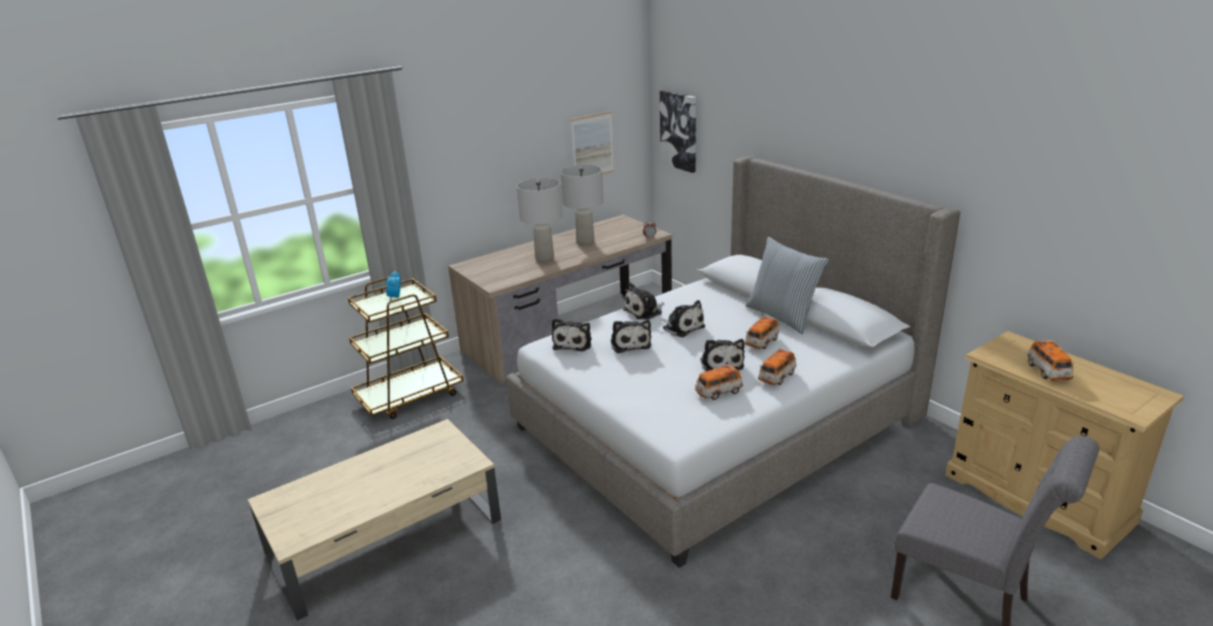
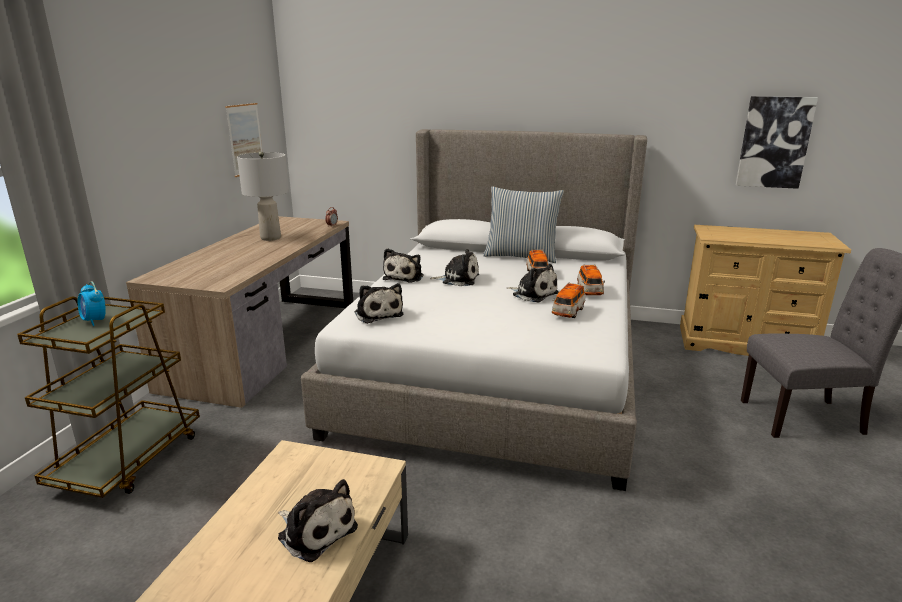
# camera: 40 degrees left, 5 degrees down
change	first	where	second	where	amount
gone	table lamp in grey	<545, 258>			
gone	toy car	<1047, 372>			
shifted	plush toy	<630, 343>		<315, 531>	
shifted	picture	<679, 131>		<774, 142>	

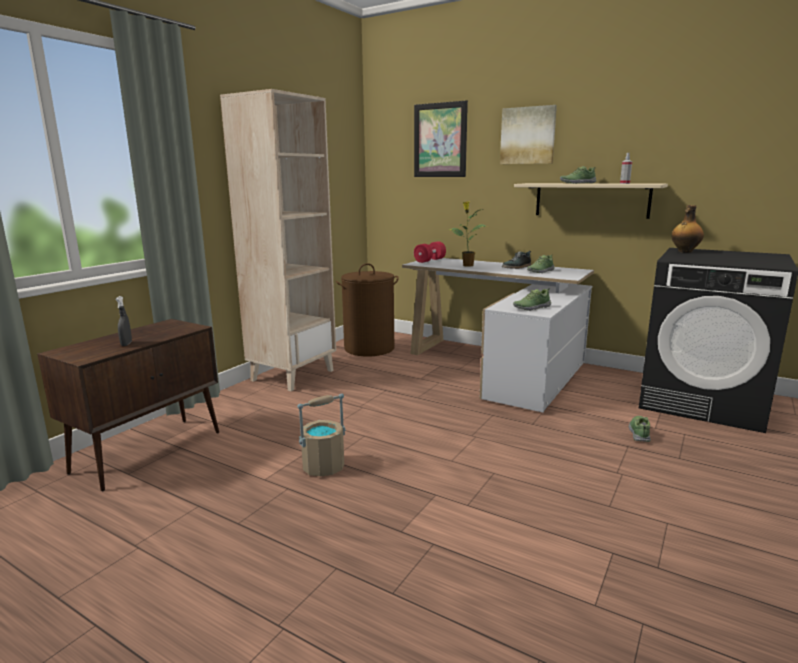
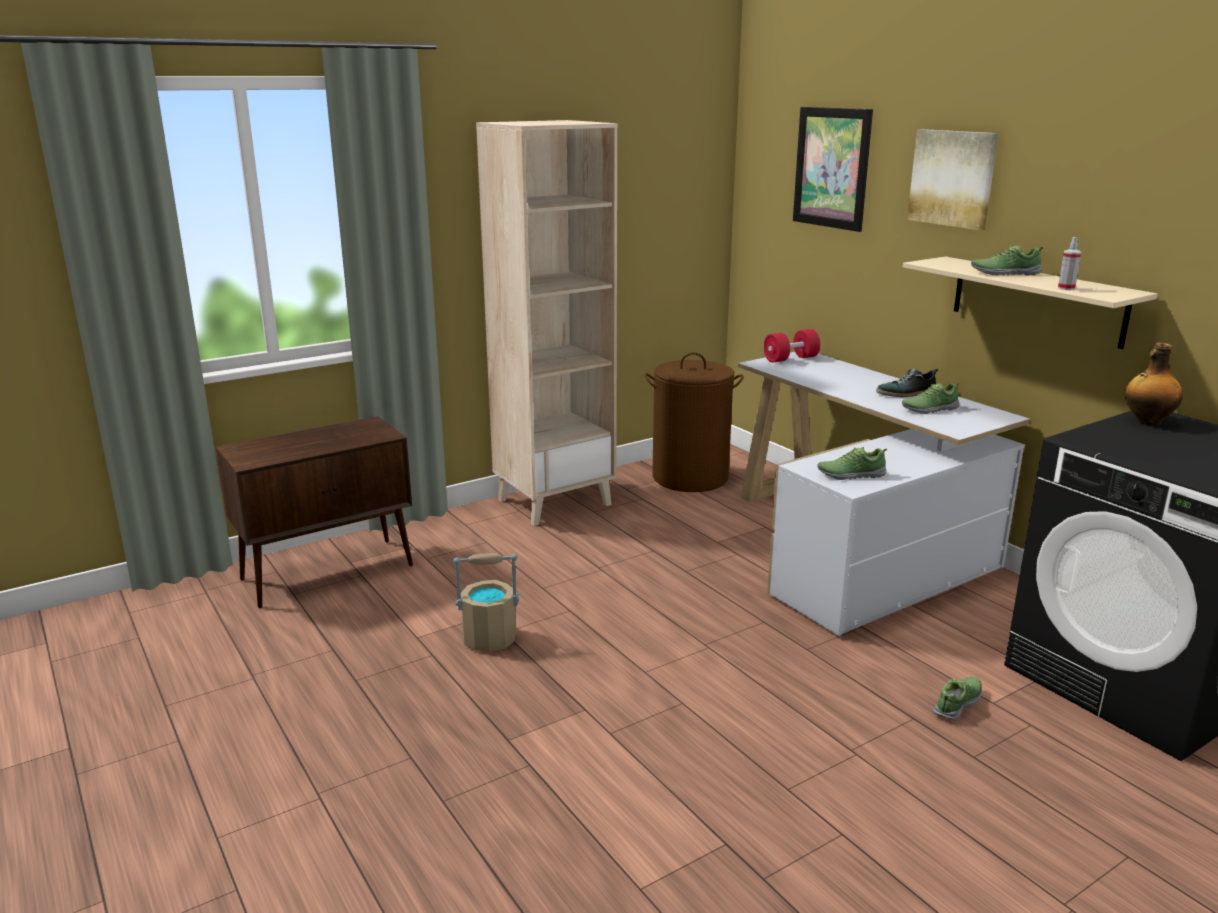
# camera: 25 degrees right, 5 degrees up
change	first	where	second	where	amount
gone	spray bottle in grey	<126, 344>			
gone	potted plant	<467, 265>			

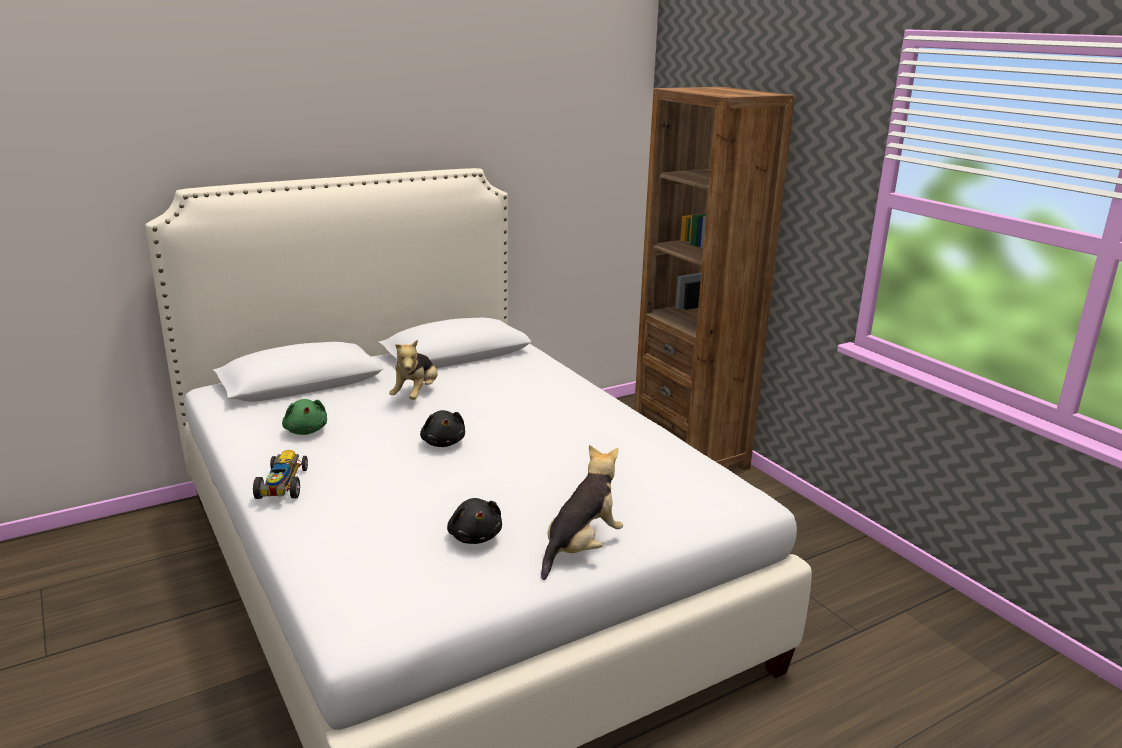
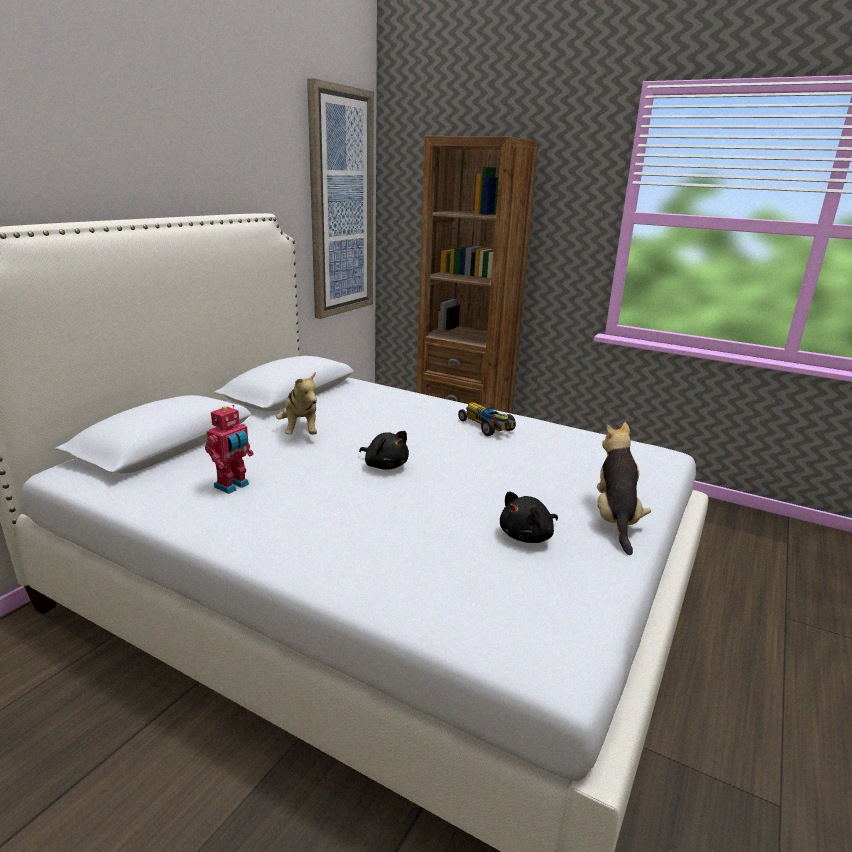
# camera: 30 degrees left, 0 degrees up
change	first	where	second	where	amount
new			picture	<341, 205>	
shifted	toy car	<282, 486>		<487, 427>	
swapped	plush toy in green	<306, 430>	toy robot	<233, 486>	
rotated	plush toy in black	<475, 536>		<528, 536>	105 degrees clockwise

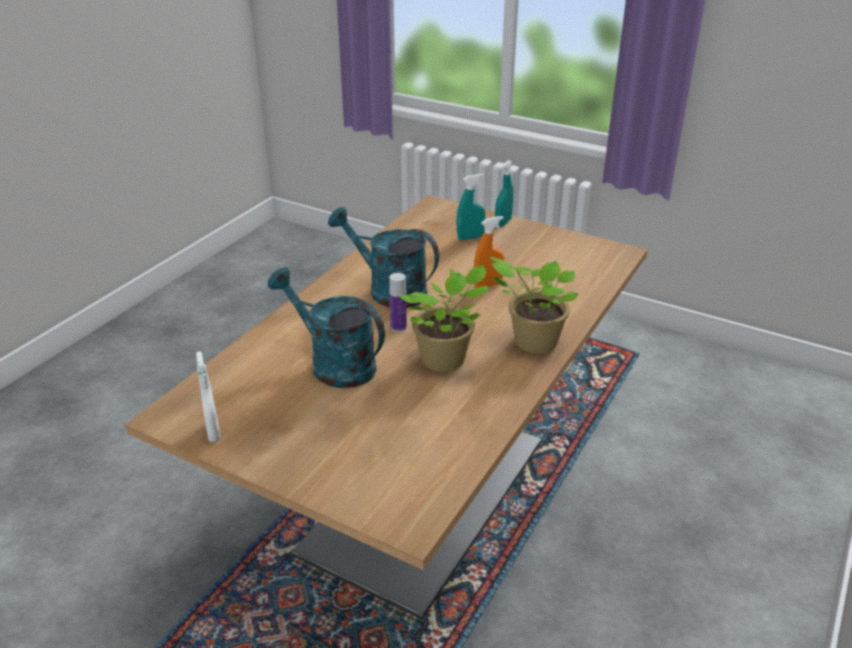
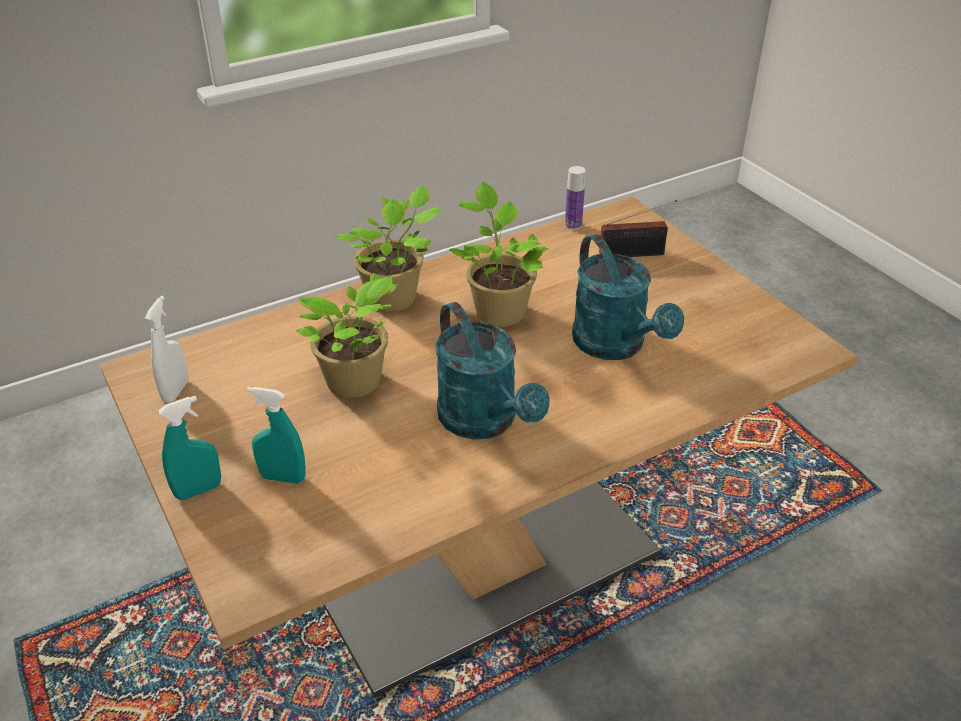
# camera: 150 degrees left, 5 degrees up
change	first	where	second	where	amount
new			radio	<635, 254>	
shifted	spray bottle in white	<213, 432>		<175, 391>	
shifted	bottle	<398, 327>		<573, 225>	
swapped	spray bottle in orange	<488, 284>	potted plant	<356, 383>	

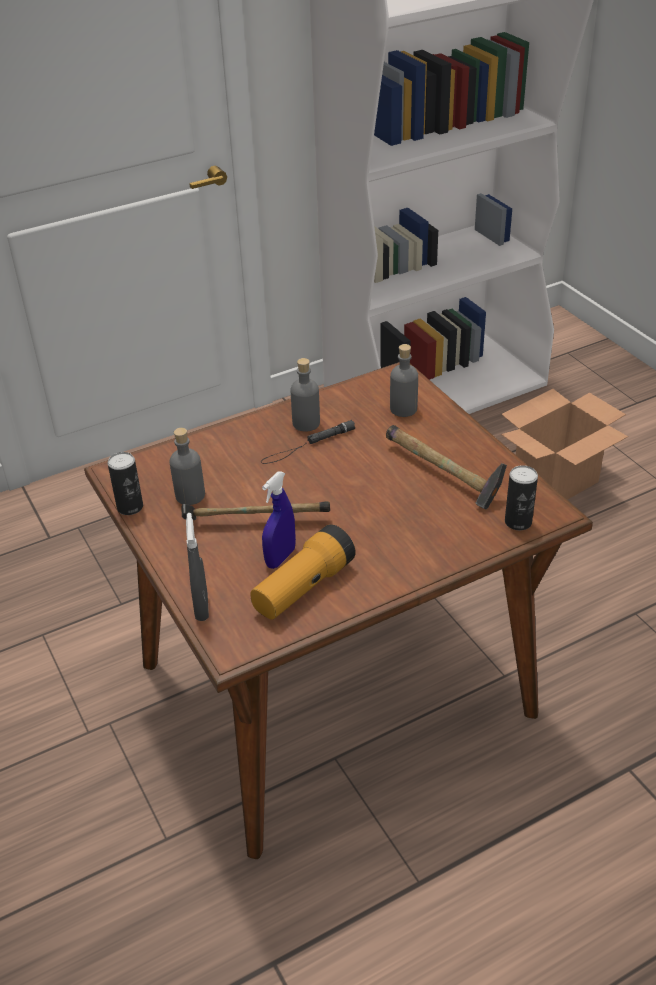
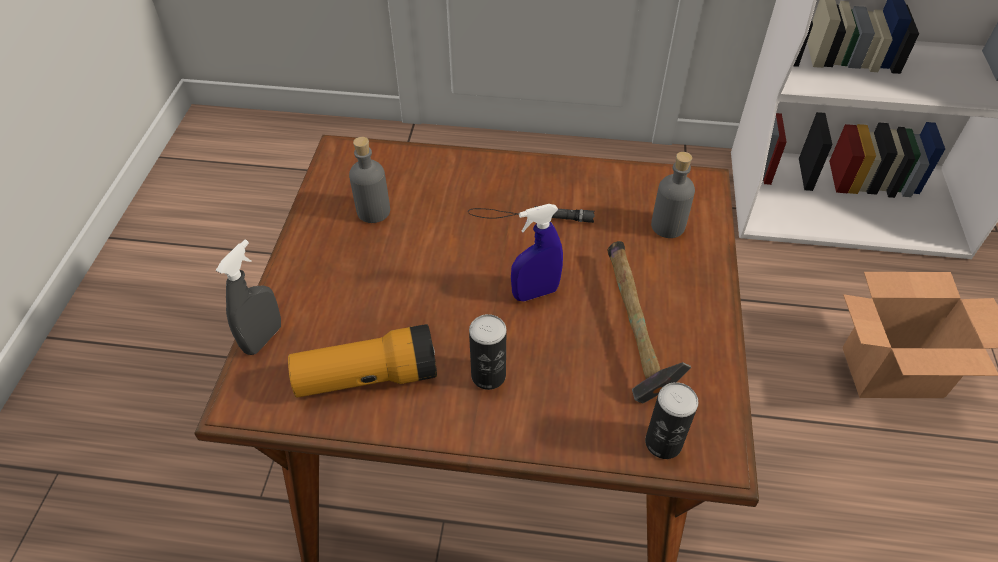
# camera: 35 degrees right, 10 degrees up
change	first	where	second	where	amount
gone	hammer	<252, 523>			
gone	bottle in grey	<306, 423>			
shifted	can	<130, 507>		<488, 375>	
shifted	spray bottle in blue	<280, 558>		<535, 293>	

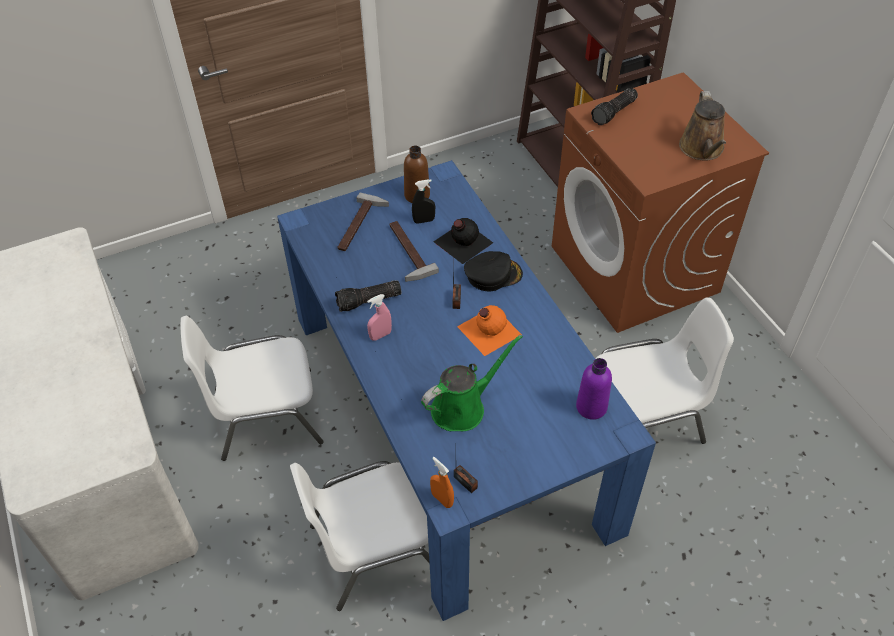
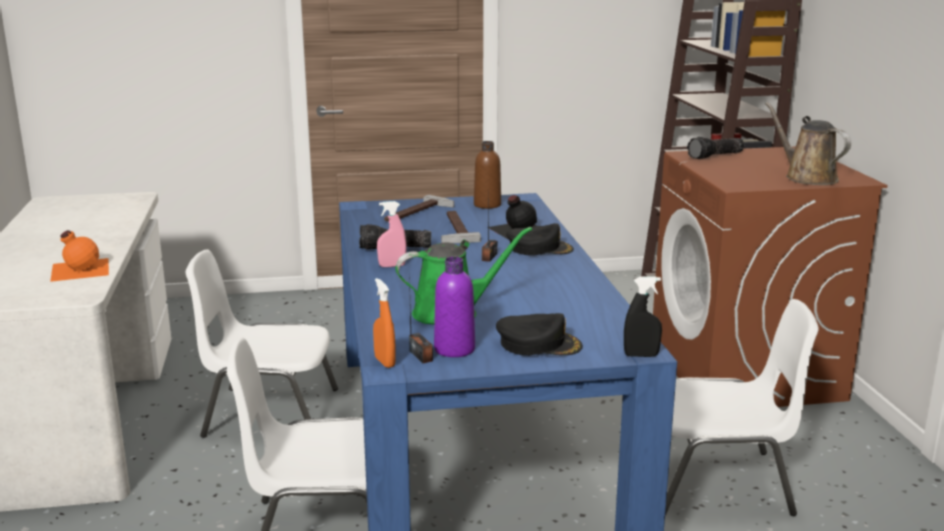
# camera: 15 degrees right, 30 degrees down
change	first	where	second	where	amount
new			cap in black	<538, 344>	
shifted	spray bottle in black	<424, 220>		<641, 355>	
shifted	bottle in orange	<488, 330>		<79, 269>	
shifted	bottle in purple	<591, 407>		<454, 349>	
rotated	watering can in brown	<702, 149>		<807, 177>	135 degrees clockwise

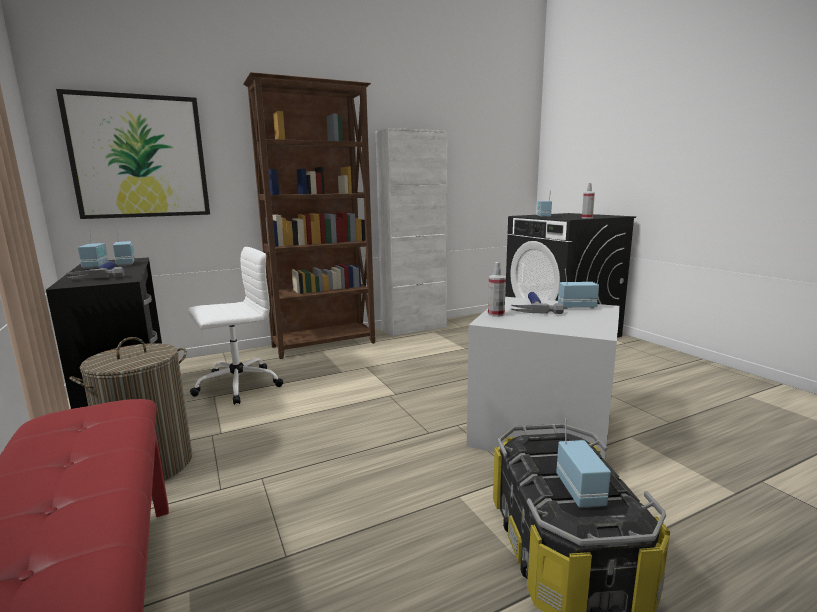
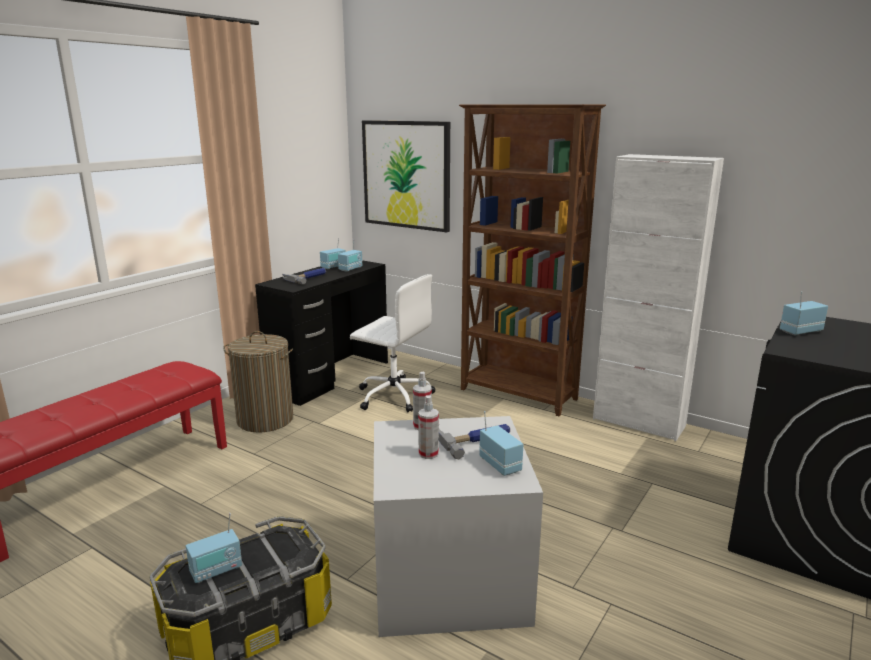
# camera: 60 degrees right, 5 degrees up
change	first	where	second	where	amount
shifted	spray bottle	<587, 218>		<428, 454>	

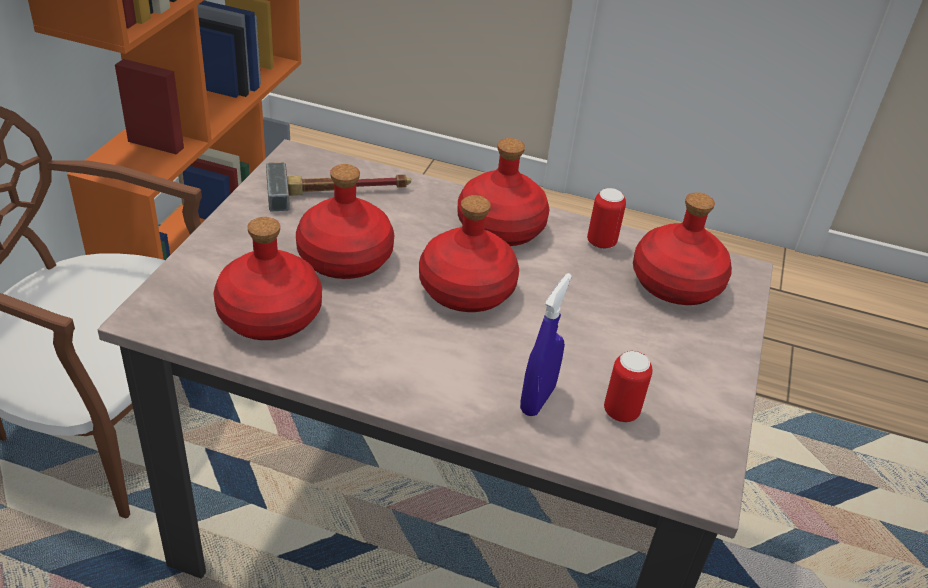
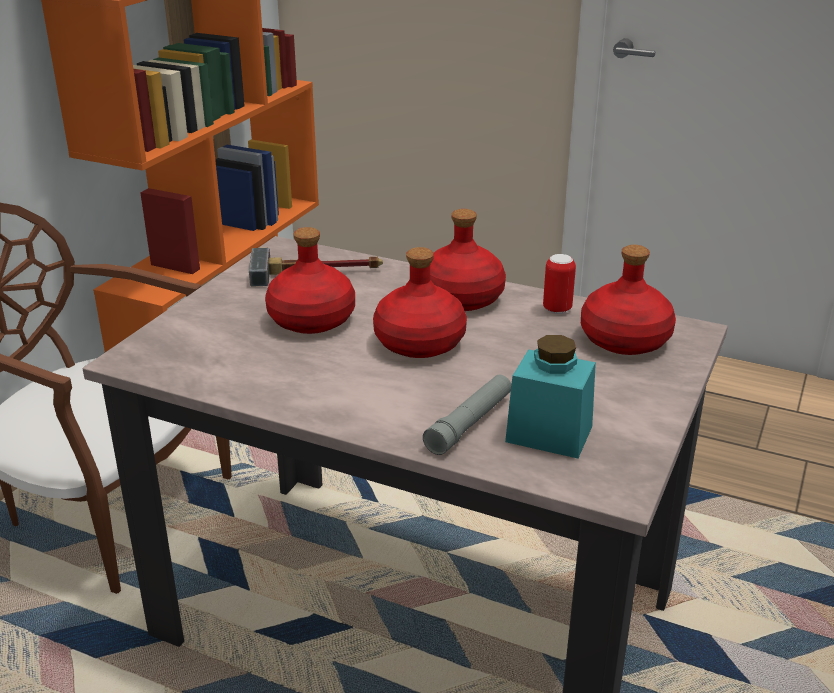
# camera: 10 degrees right, 10 degrees down
change	first	where	second	where	amount
gone	bottle in red	<268, 315>			
swapped	spray bottle in blue	<537, 399>	flashlight in grey	<470, 423>	
swapped	can	<621, 412>	jar in turquoise	<549, 434>	

